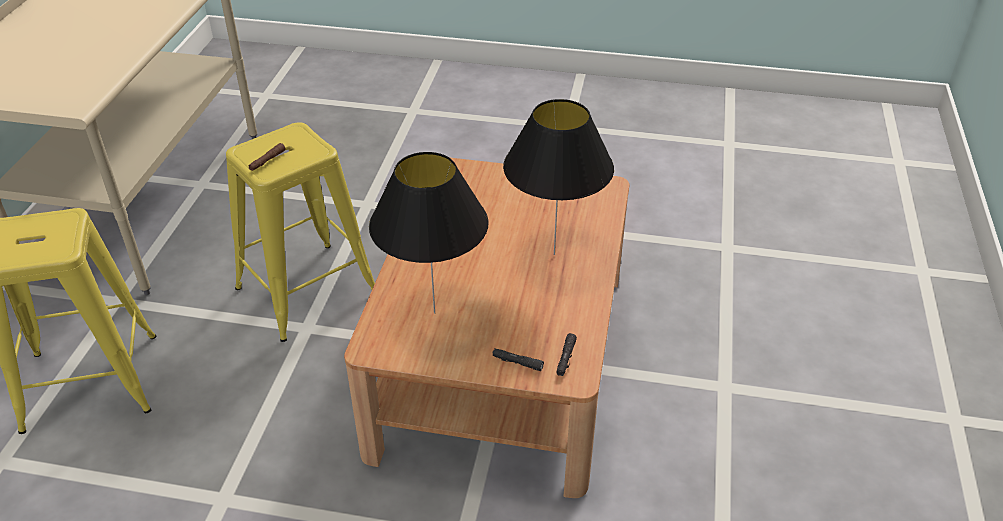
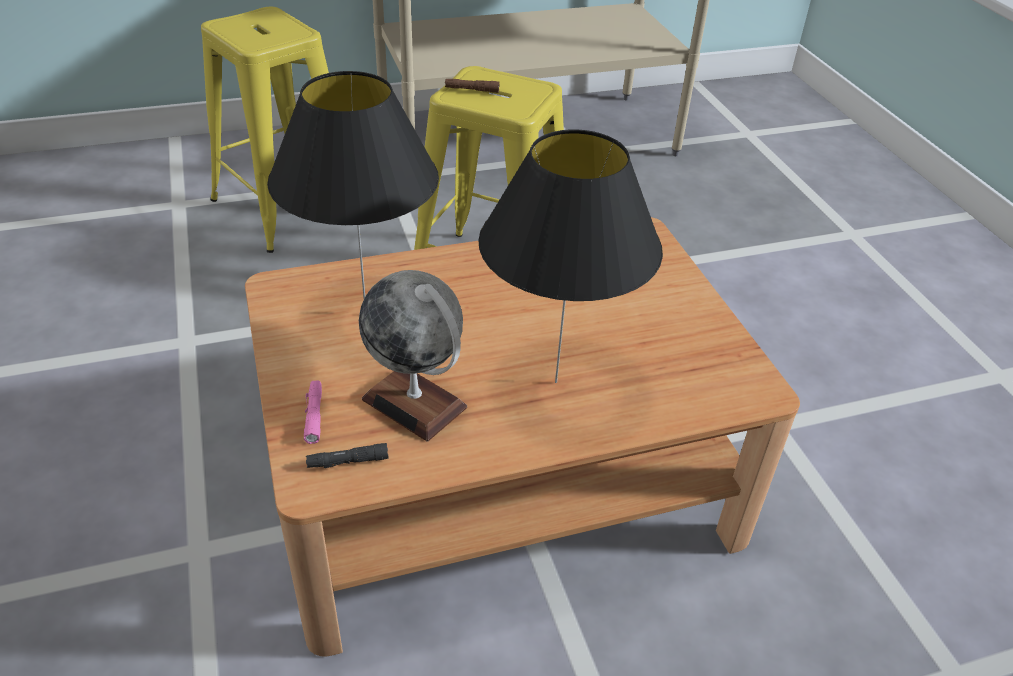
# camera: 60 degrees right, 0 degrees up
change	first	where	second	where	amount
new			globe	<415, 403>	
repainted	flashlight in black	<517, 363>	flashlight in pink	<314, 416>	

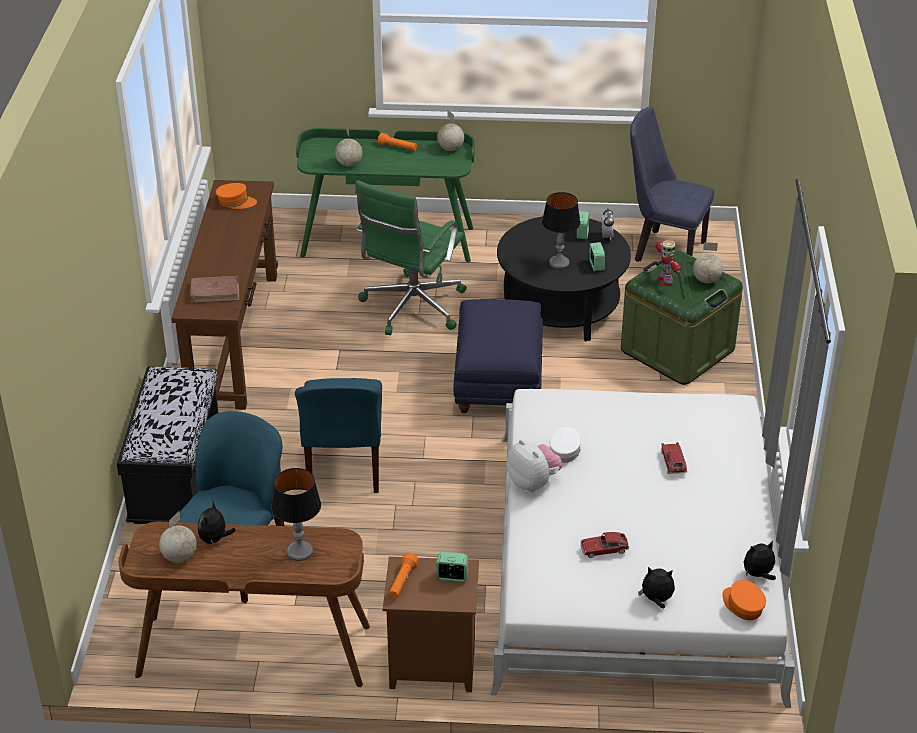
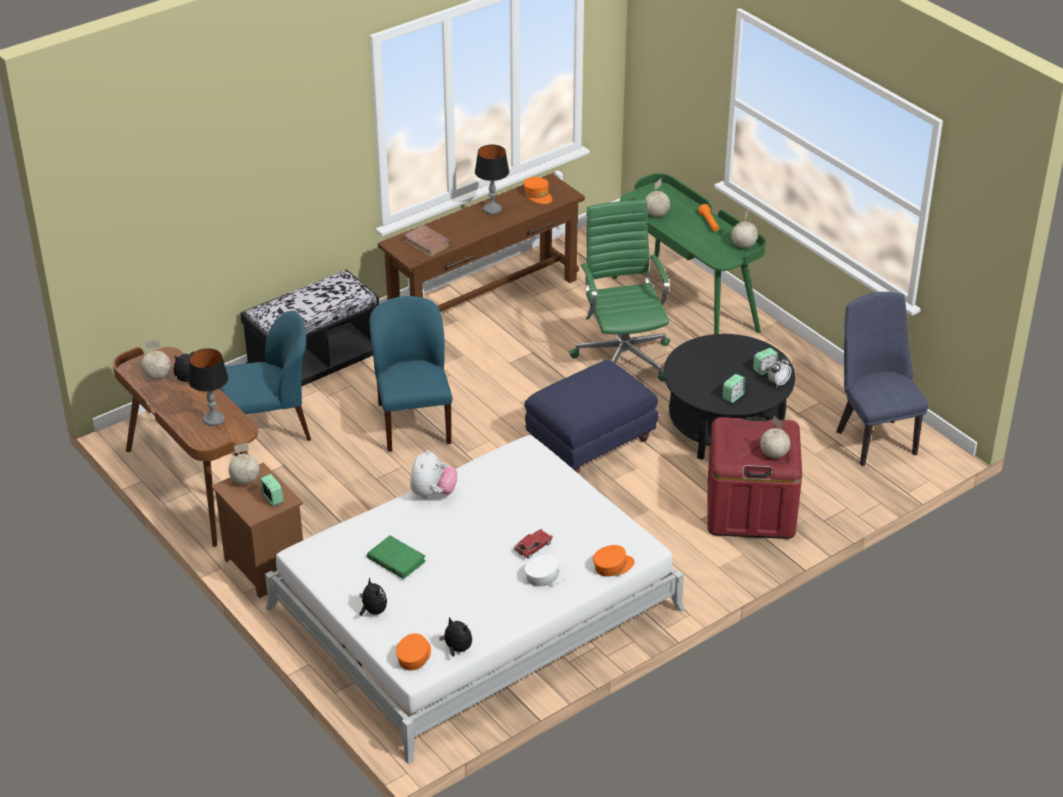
# camera: 50 degrees right, 0 degrees up
change	first	where	second	where	amount
gone	toy robot	<664, 280>			
new			cap in orange	<613, 566>	
shifted	table lamp	<559, 263>		<492, 209>	
shifted	cap in white	<565, 450>		<545, 576>	
swapped	flashlight in orange	<402, 582>	globe	<244, 480>	
swapped	toy car	<604, 549>	book in green	<396, 560>	
repainted	storage box in green	<677, 350>	storage box in red	<750, 509>	
rotated	chair in blue	<344, 466>		<413, 422>	120 degrees clockwise
rotated	office chair in green	<411, 308>		<623, 357>	90 degrees clockwise

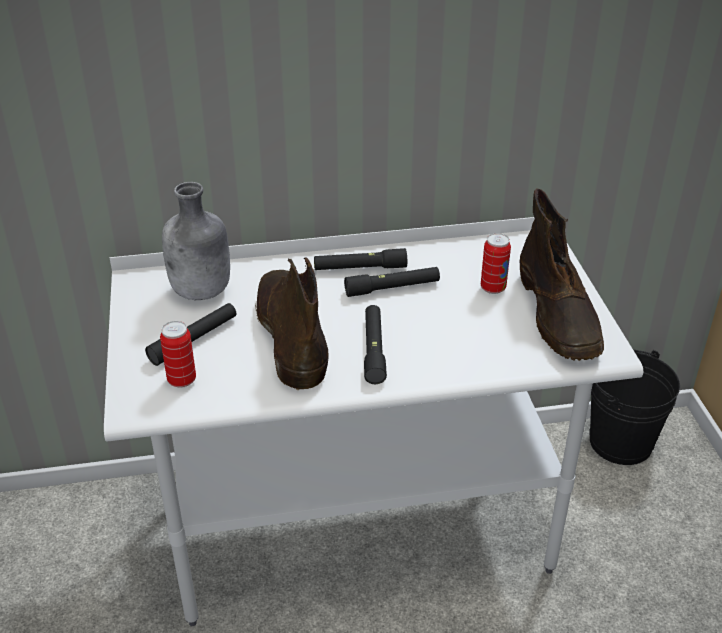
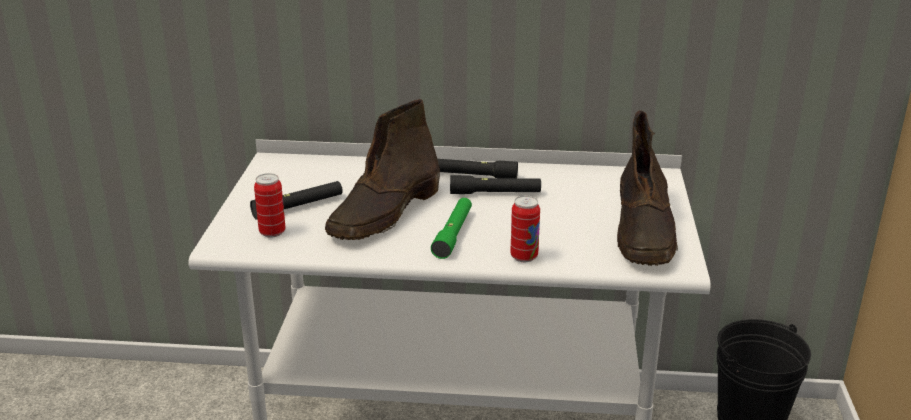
# camera: 15 degrees right, 10 degrees down
change	first	where	second	where	amount
gone	bottle in grey	<202, 292>			
shifted	can	<493, 288>		<524, 257>	
repainted	flashlight in black	<374, 350>	flashlight in green	<453, 234>	
rotated	boot in brown	<291, 334>		<385, 214>	150 degrees counterclockwise

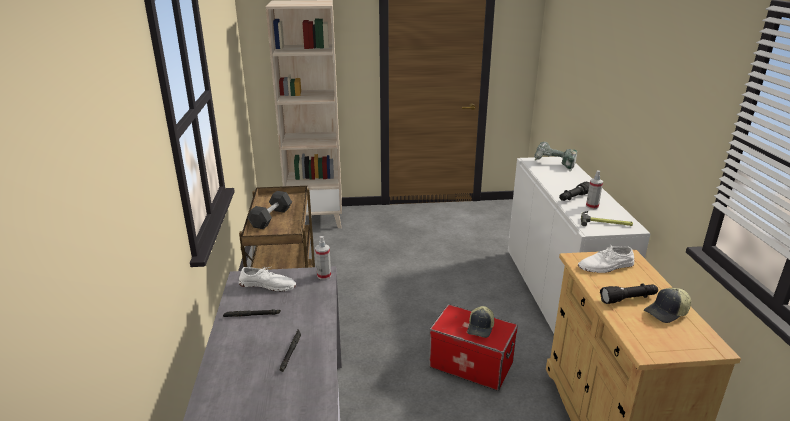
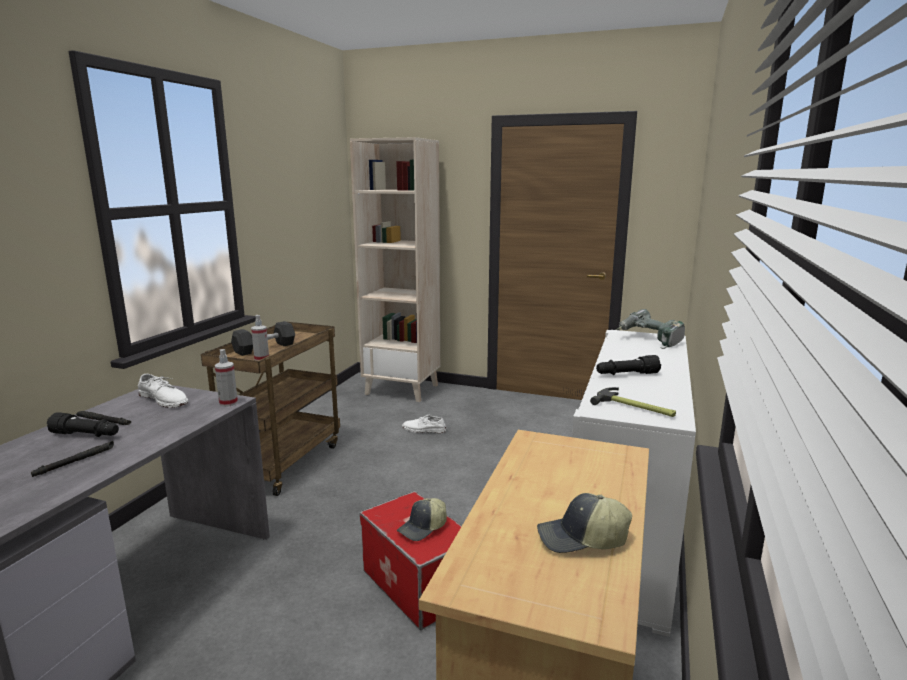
# camera: 25 degrees right, 10 degrees down
change	first	where	second	where	amount
shifted	shoe in white	<606, 266>		<423, 429>	
shifted	spray bottle	<592, 206>		<261, 359>	
shifted	flashlight in black	<628, 299>		<86, 435>	

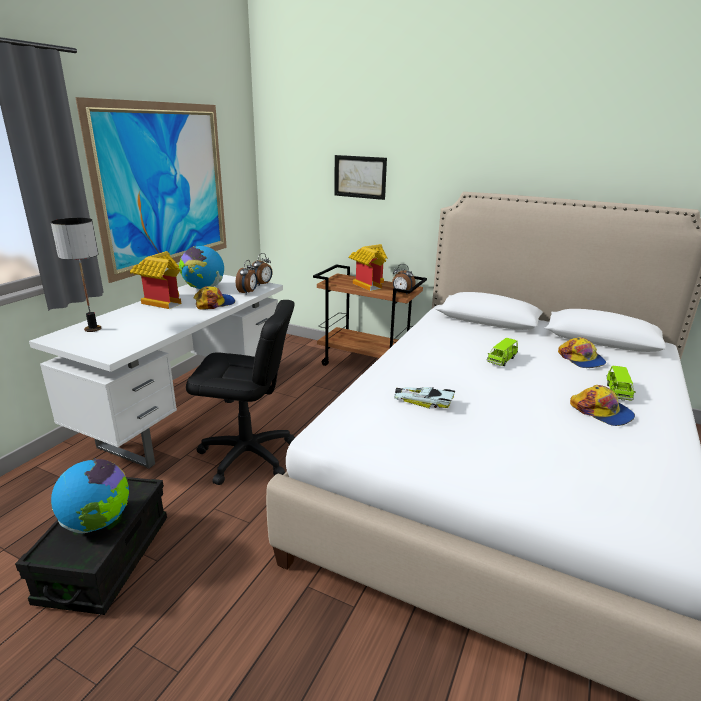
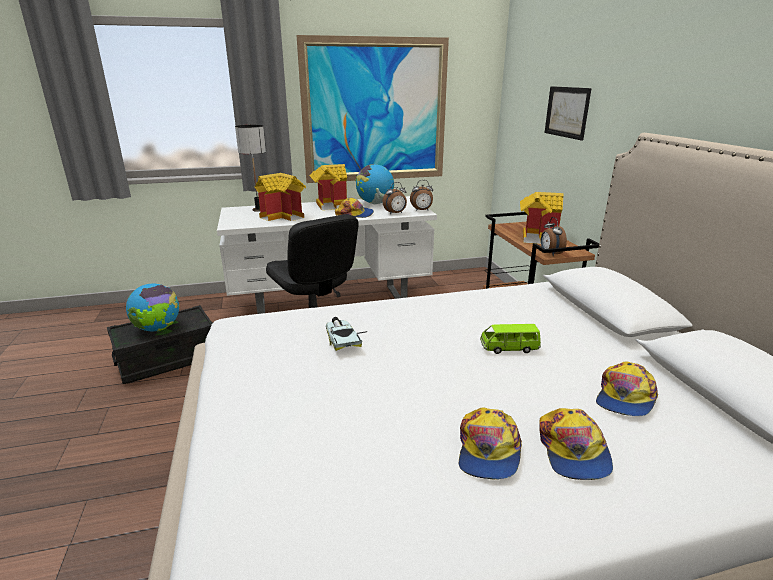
# camera: 50 degrees right, 0 degrees up
change	first	where	second	where	amount
new			toy house	<284, 216>	
swapped	toy car in green	<618, 392>	cap	<573, 451>	

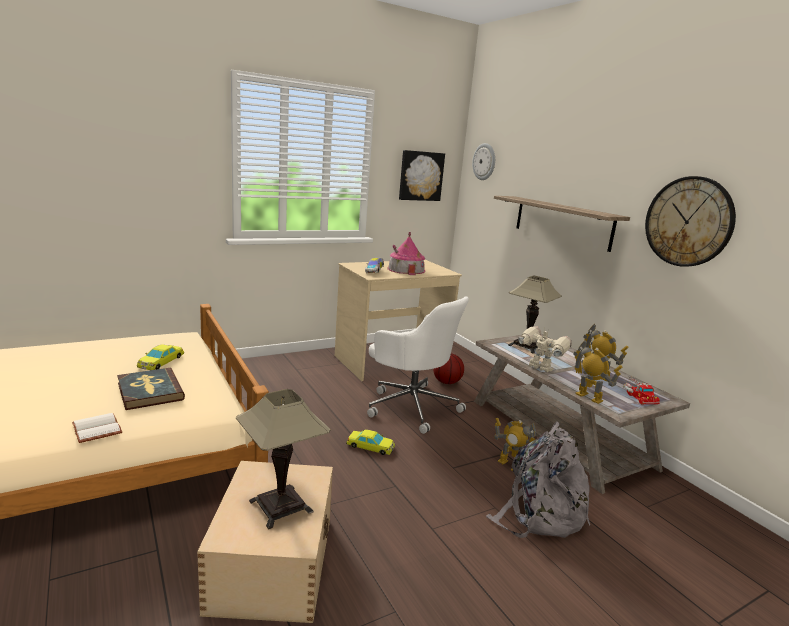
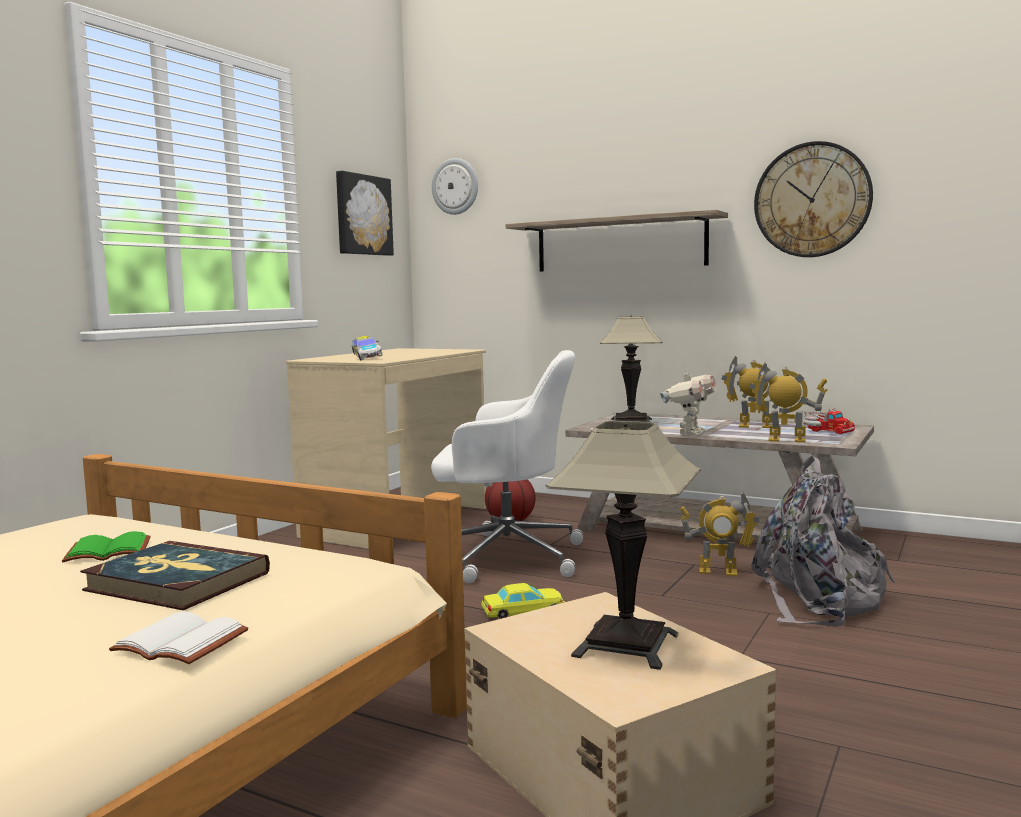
# camera: 30 degrees left, 10 degrees down
change	first	where	second	where	amount
gone	toy house	<406, 269>			
swapped	toy car in yellow	<161, 361>	book in green	<110, 550>	
rotated	toy robot	<539, 369>		<689, 434>	105 degrees clockwise

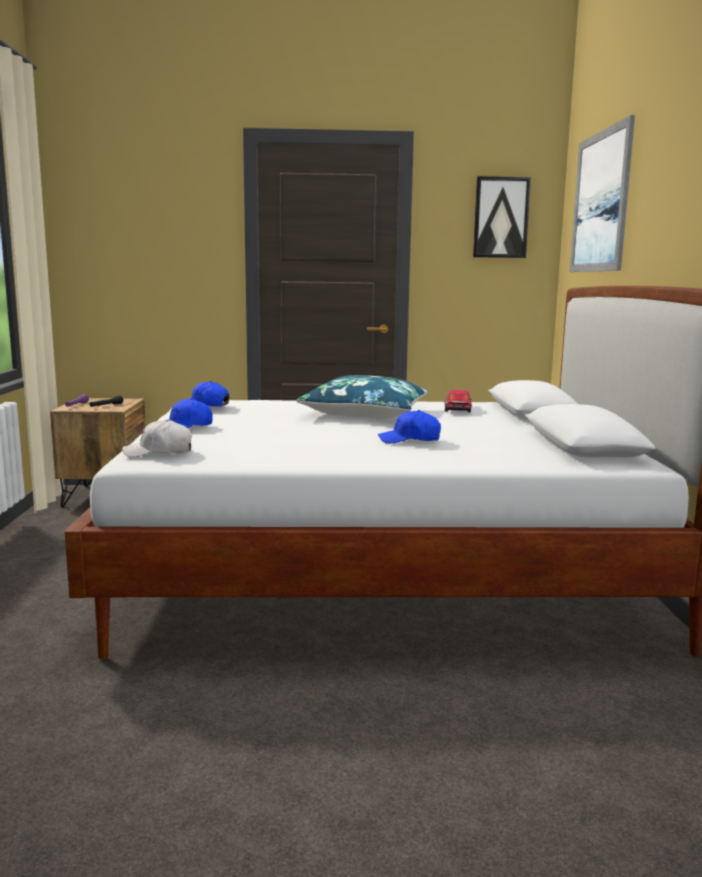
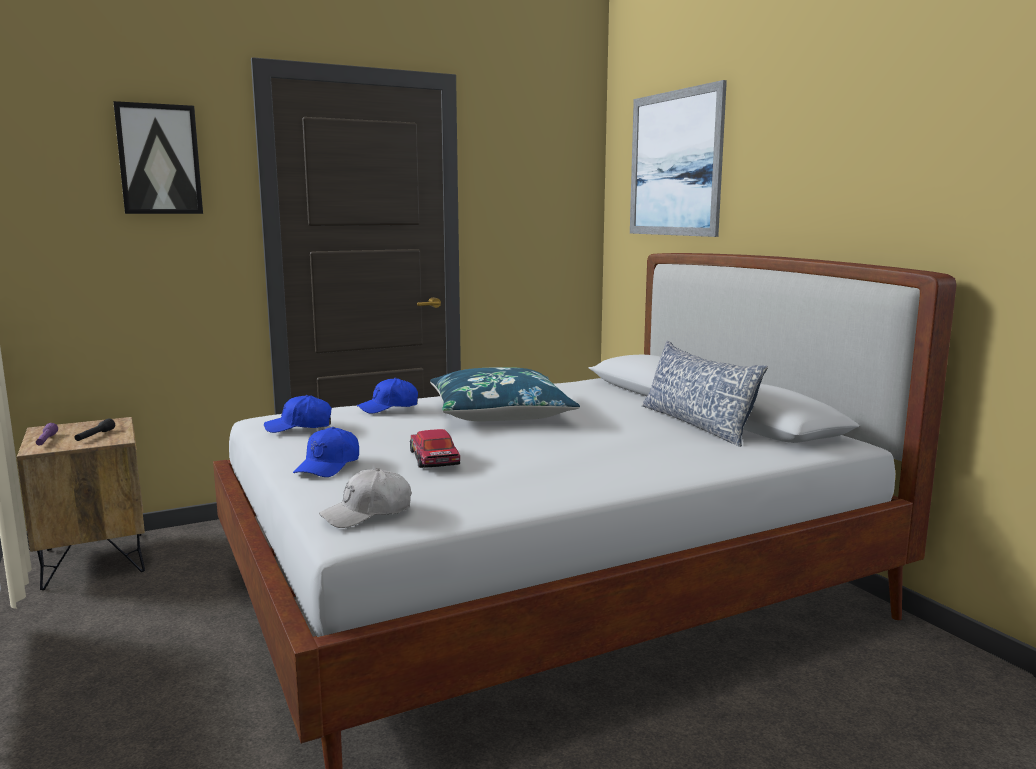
# camera: 25 degrees left, 0 degrees up
change	first	where	second	where	amount
new			pillow	<696, 424>	
shifted	cap in blue	<409, 440>		<388, 407>	
shifted	toy car	<457, 409>		<434, 459>	
shifted	picture	<501, 217>		<159, 159>	

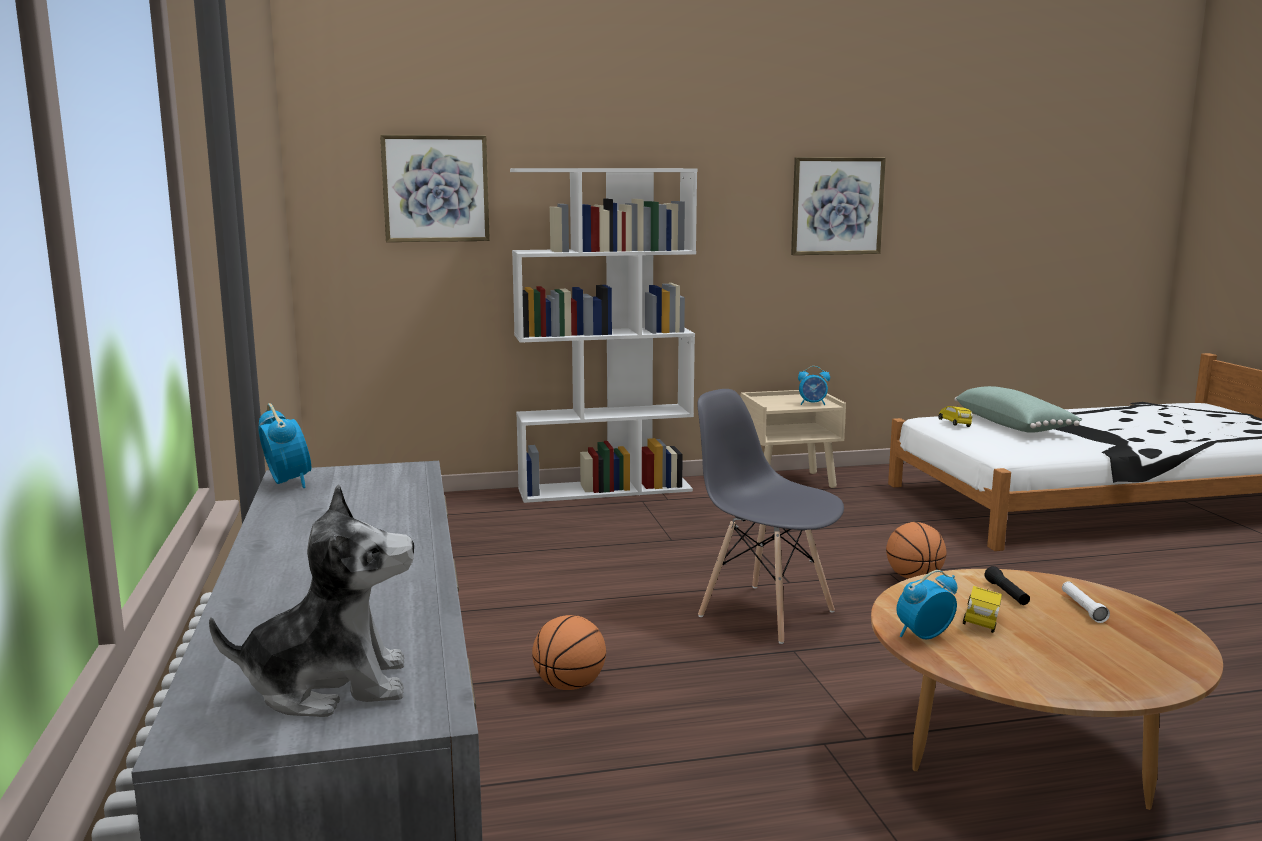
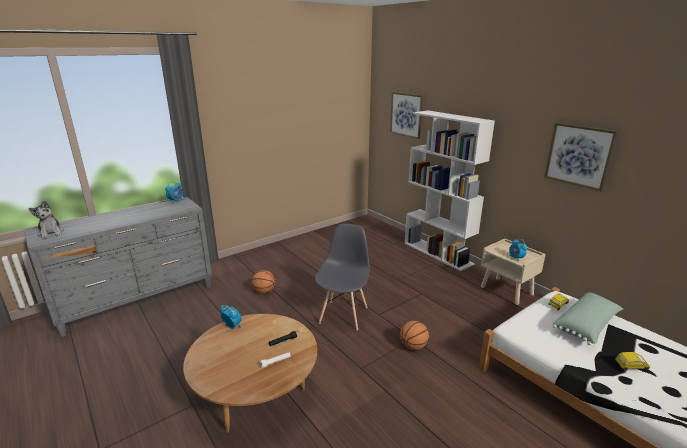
# camera: 65 degrees right, 10 degrees up
change	first	where	second	where	amount
shifted	toy car in yellow	<983, 621>		<631, 367>	

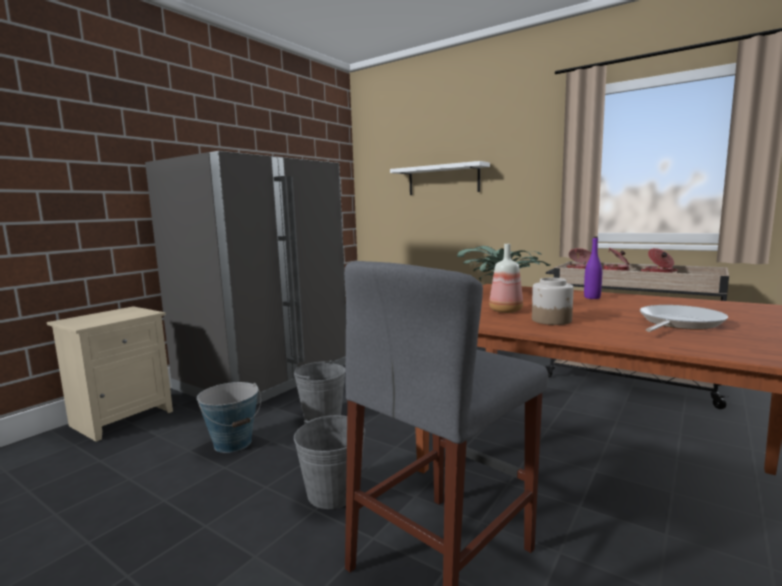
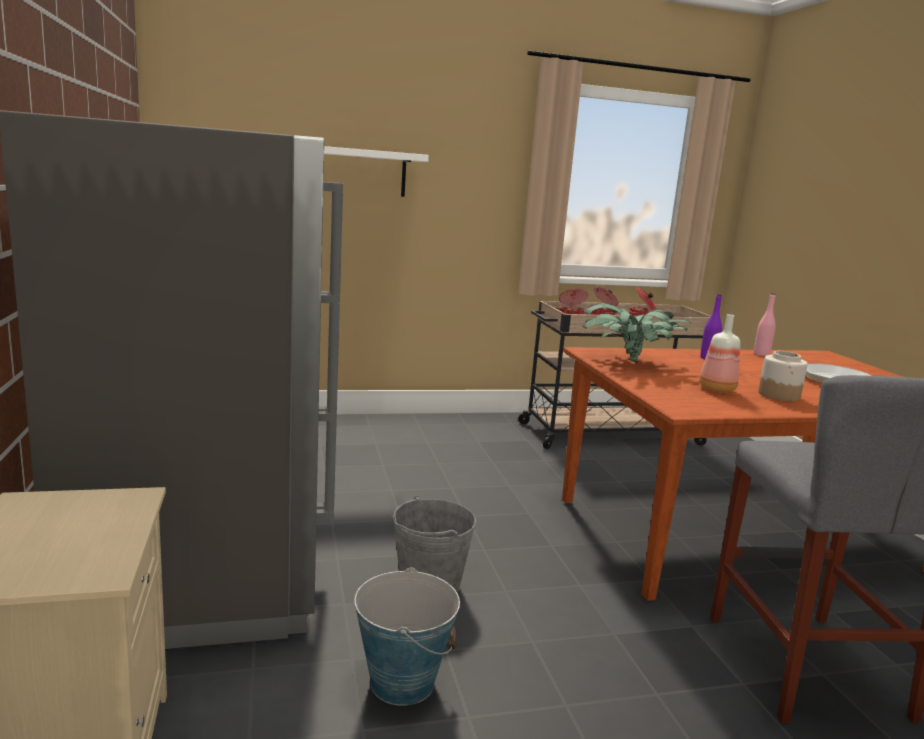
# camera: 50 degrees left, 5 degrees up
change	first	where	second	where	amount
gone	bucket in grey	<333, 492>			
new			bottle in pink	<761, 354>	

